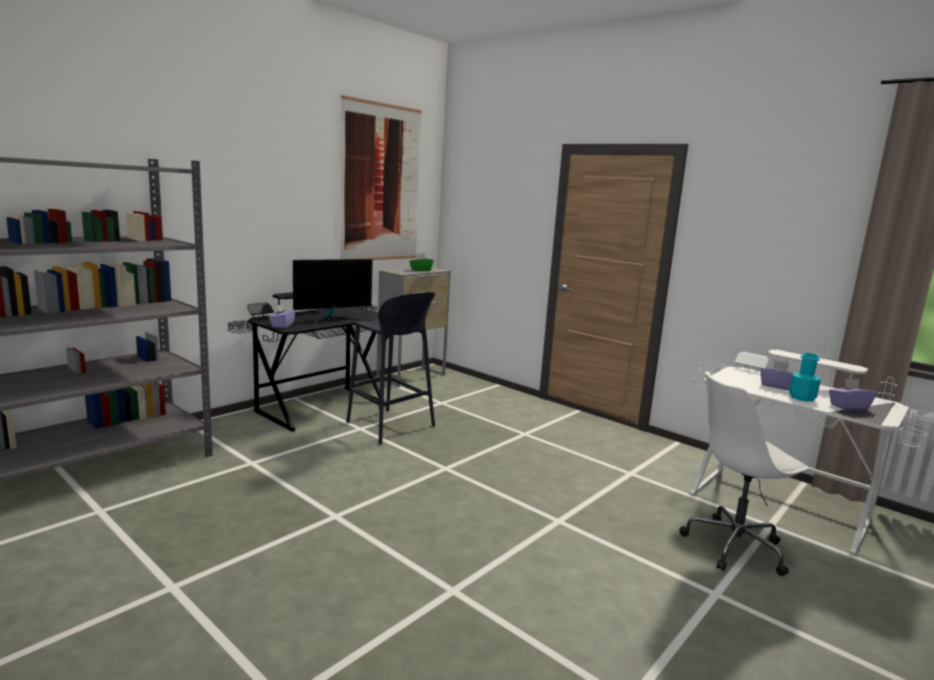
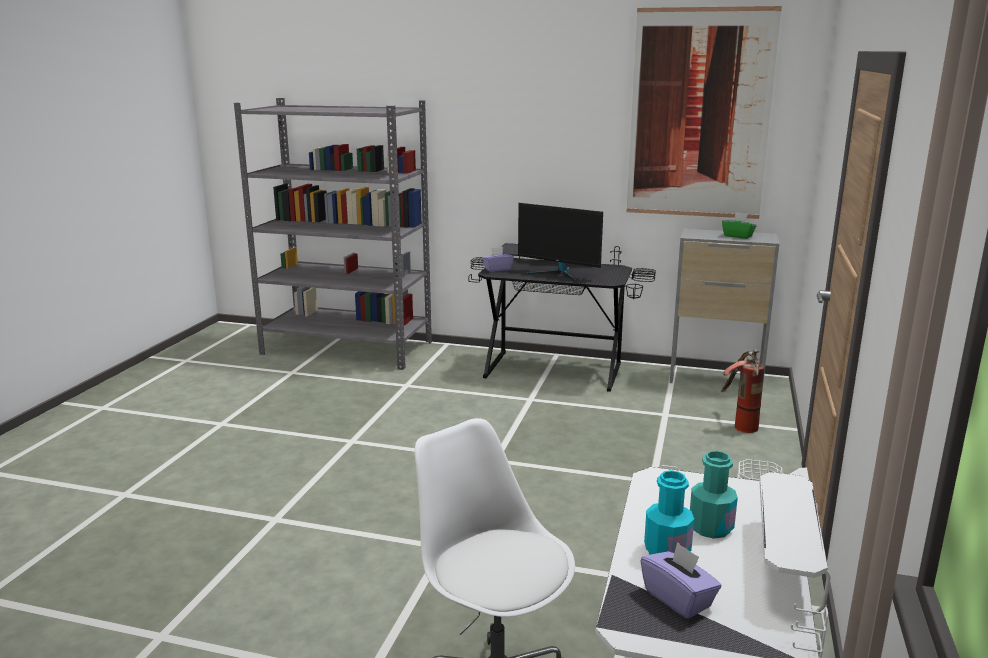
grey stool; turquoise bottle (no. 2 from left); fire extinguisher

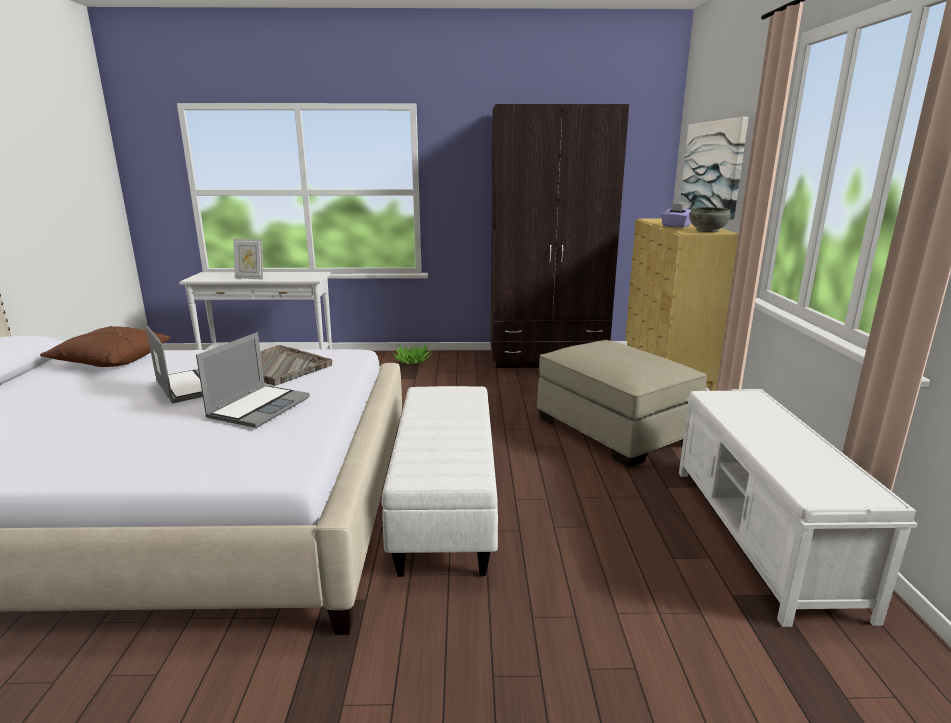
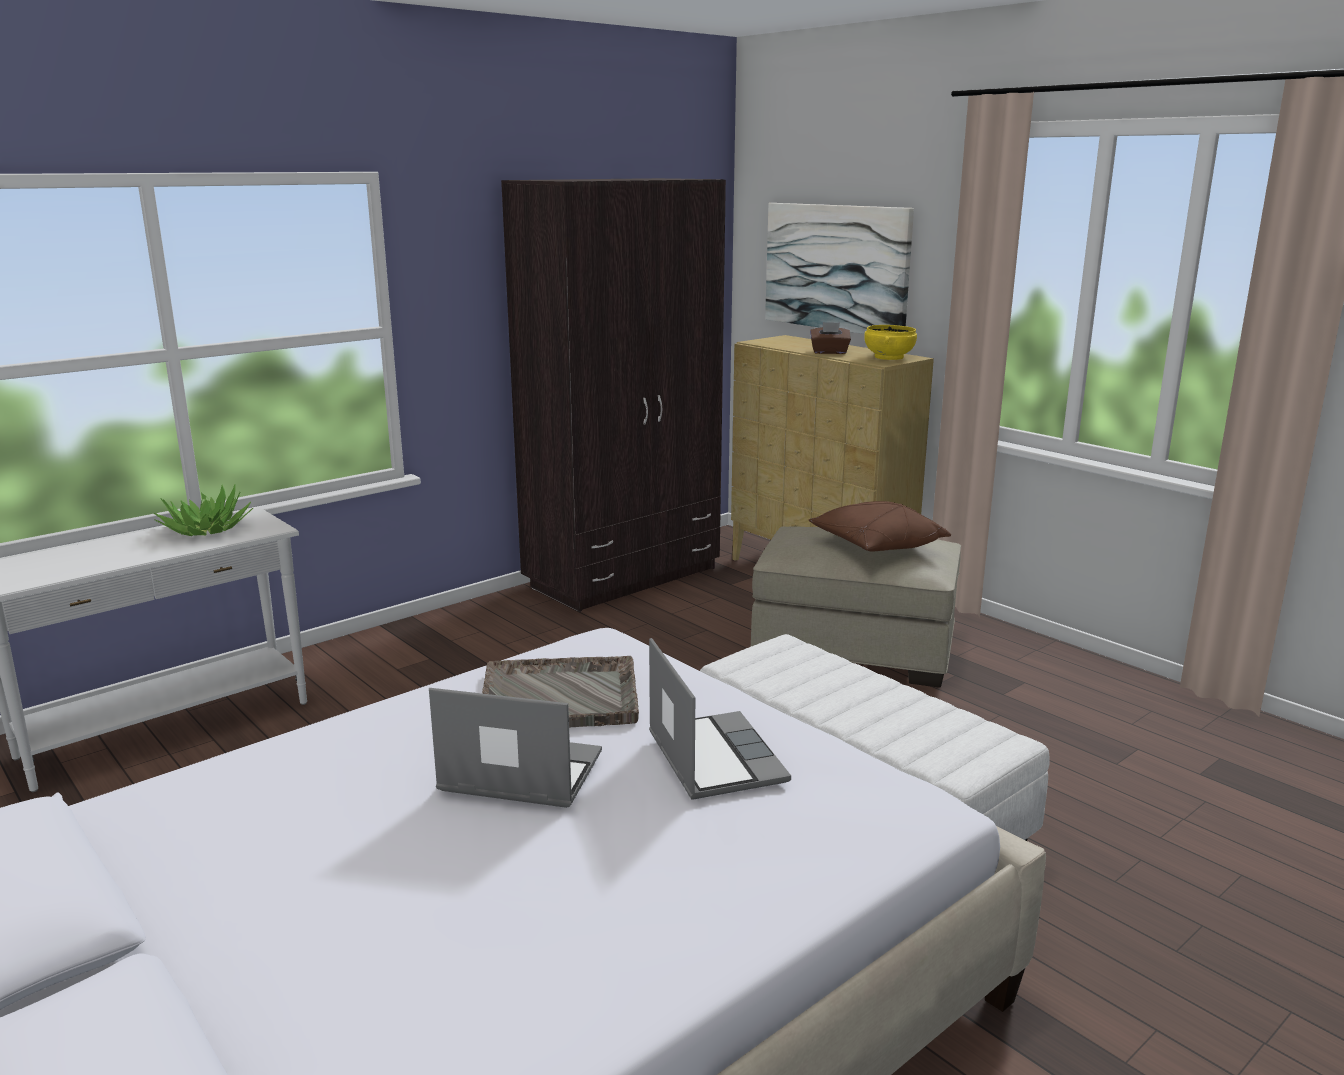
brown pillow; picture frame; potted plant; brown tissue box; white bench; yellow bowl

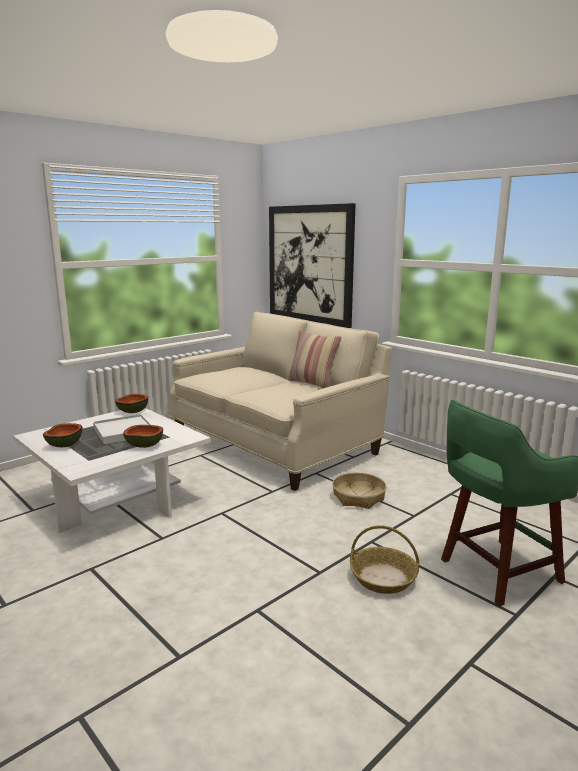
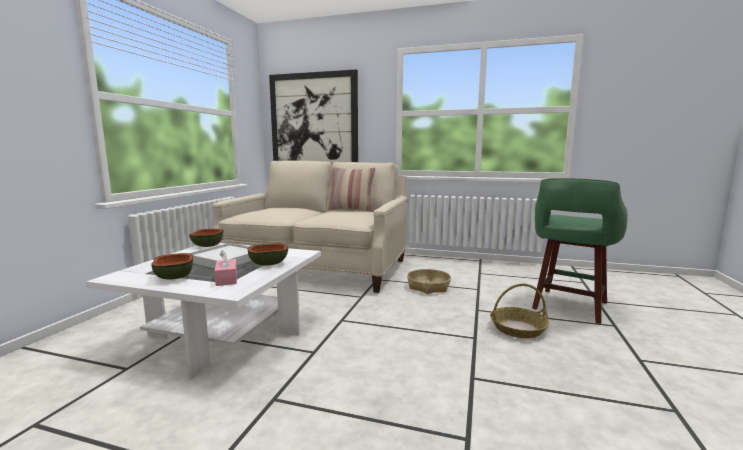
pink tissue box

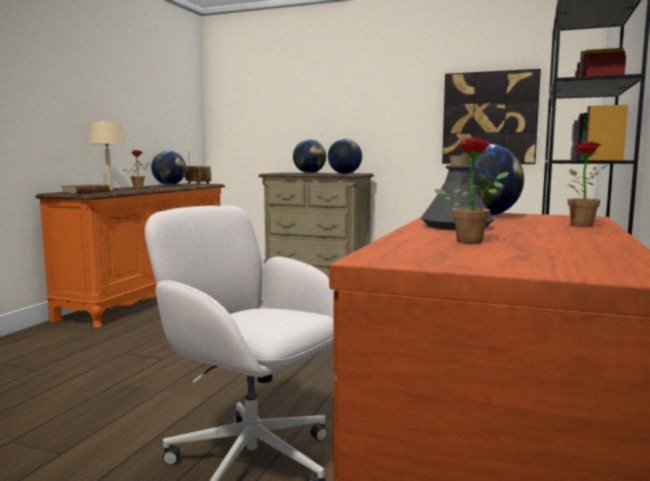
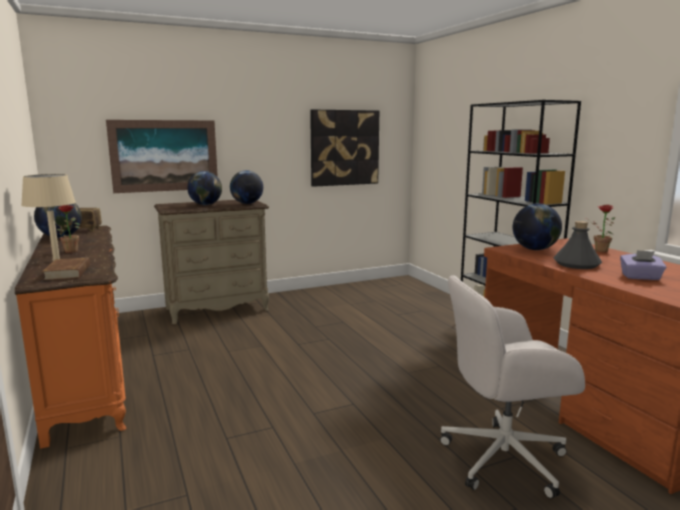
purple tissue box; picture (no. 1 from left)

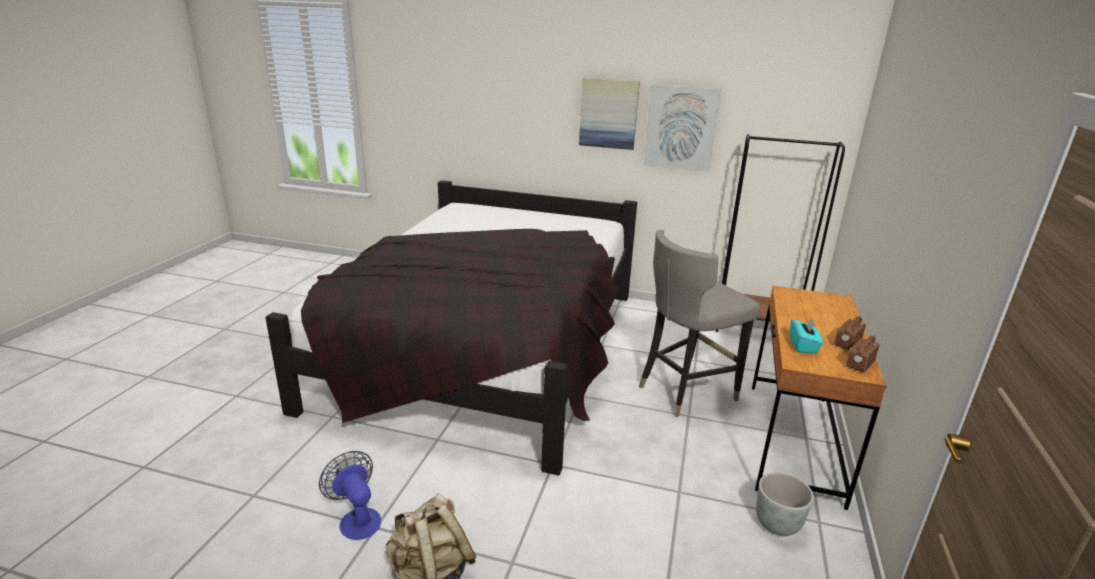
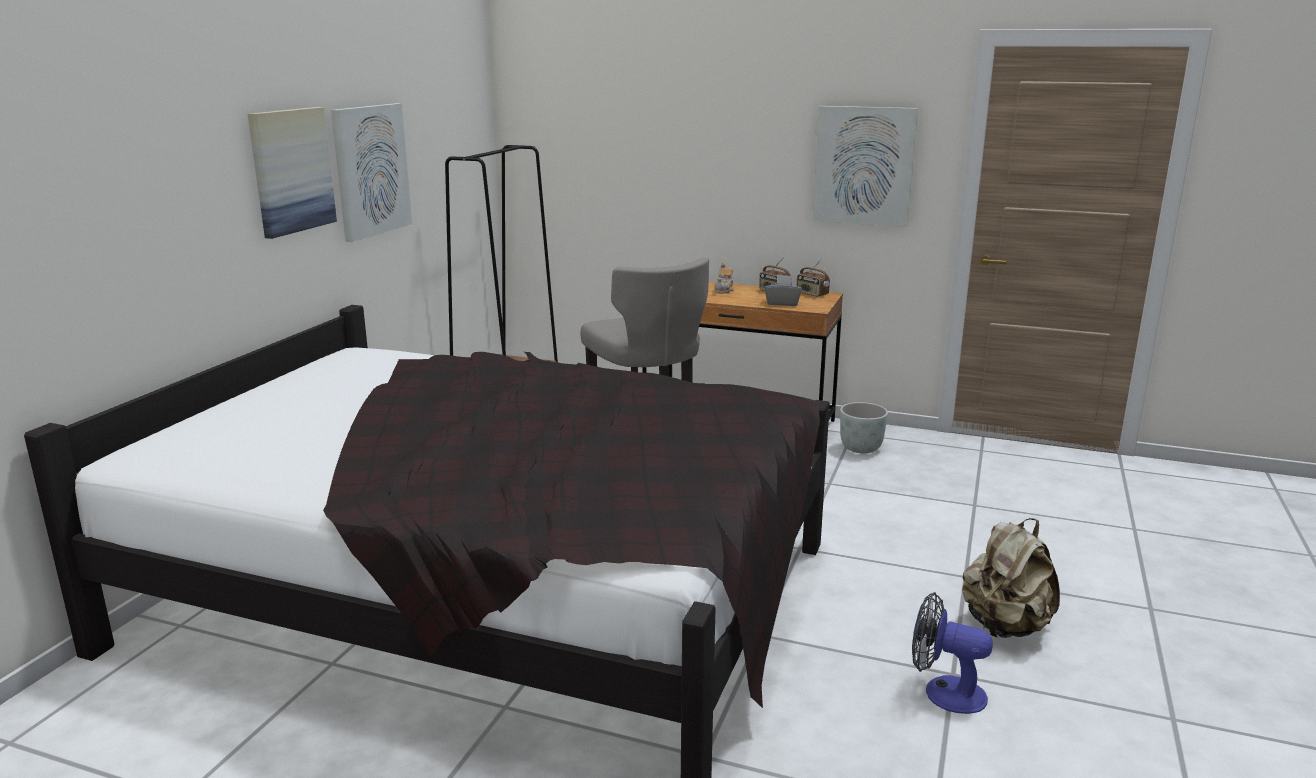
fan; grey tissue box; teapot; picture (no. 3 from left)

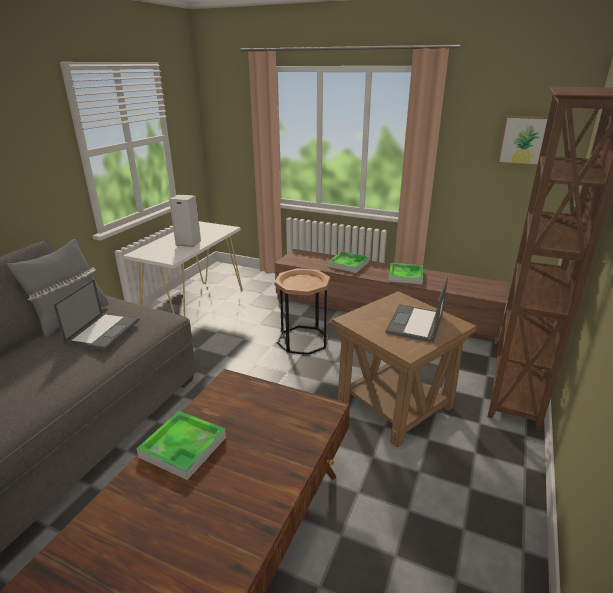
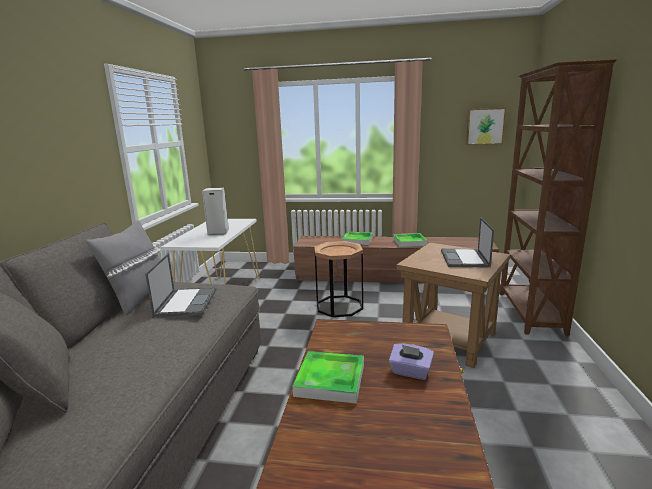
purple tissue box

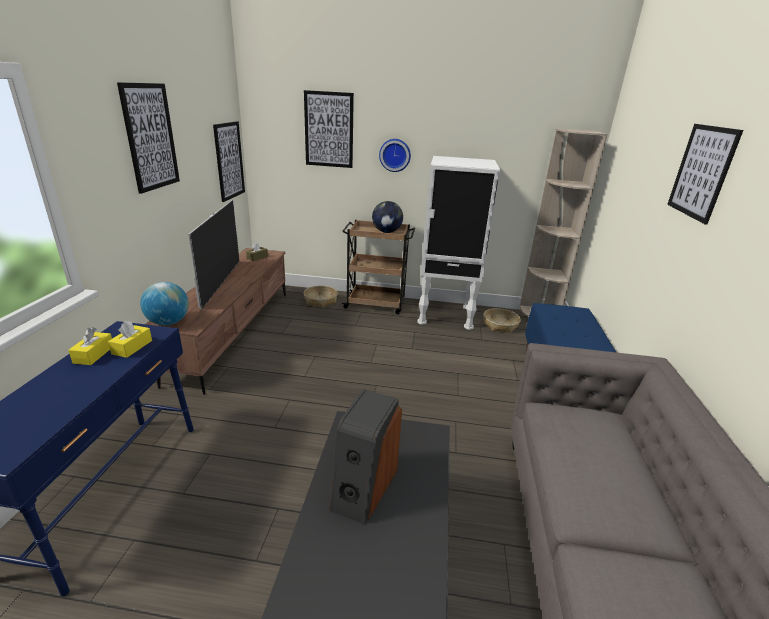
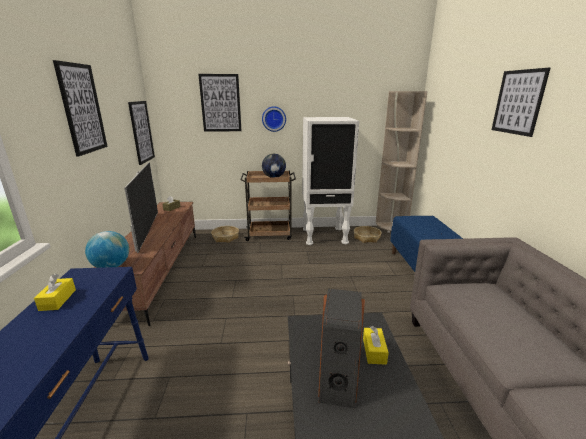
yellow tissue box (no. 2 from left)

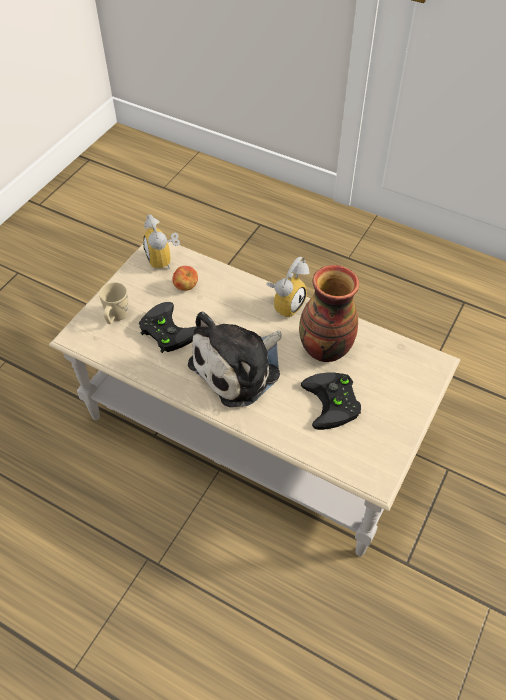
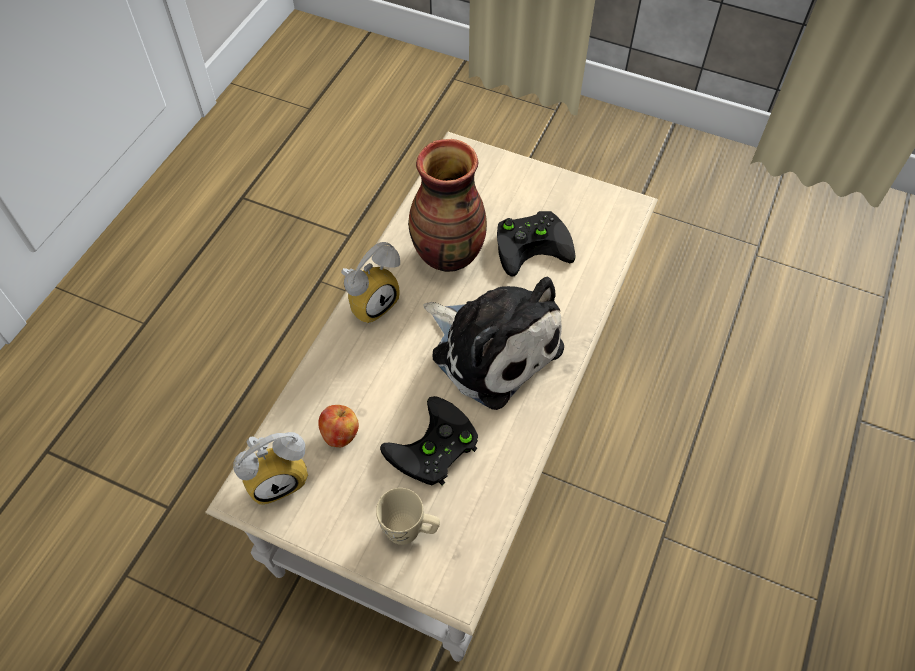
alarm clock (no. 2 from left)

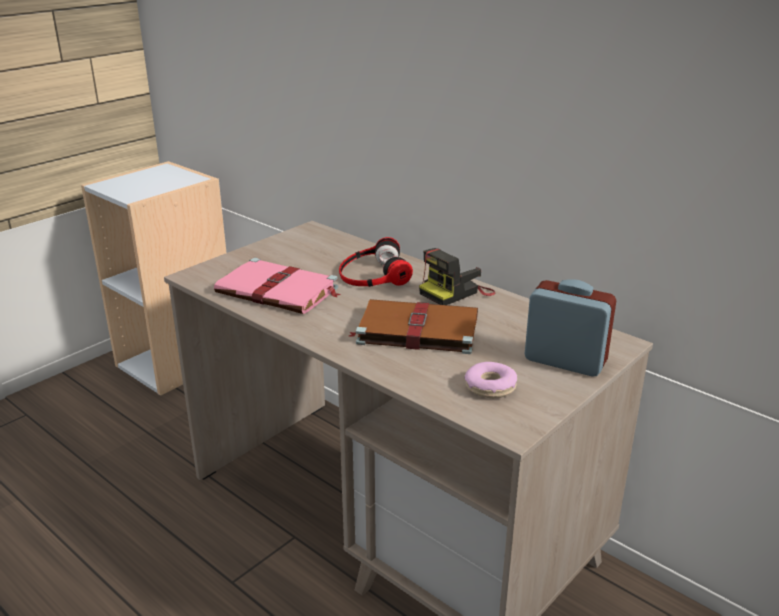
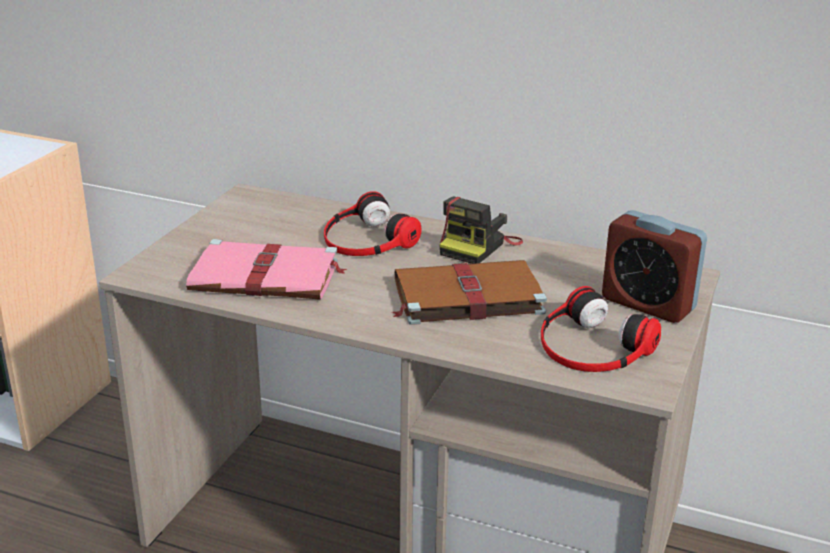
headphones (no. 2 from left); alarm clock

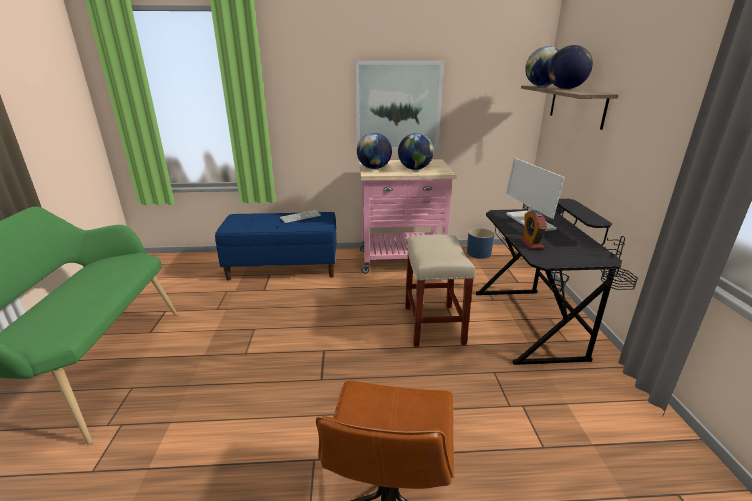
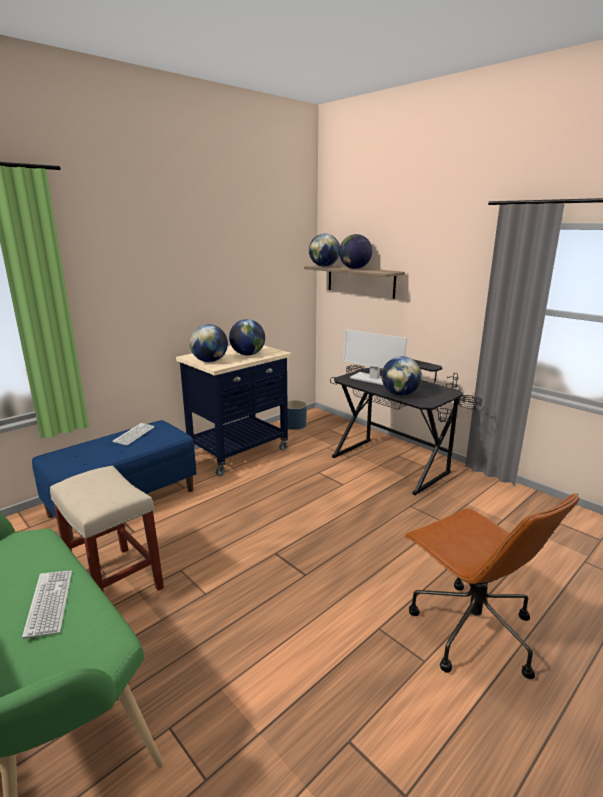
picture; blue cart; beige stool; globe (no. 5 from left); keyboard (no. 1 from left)

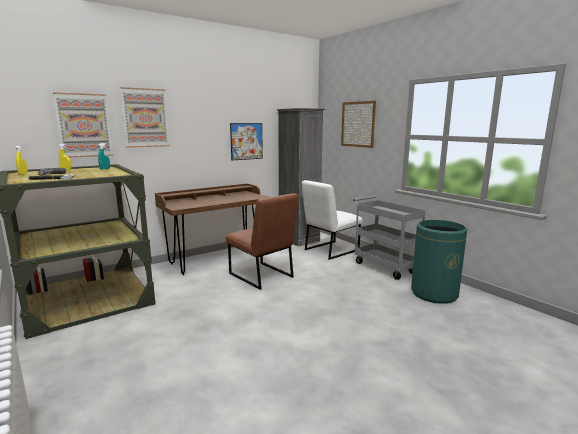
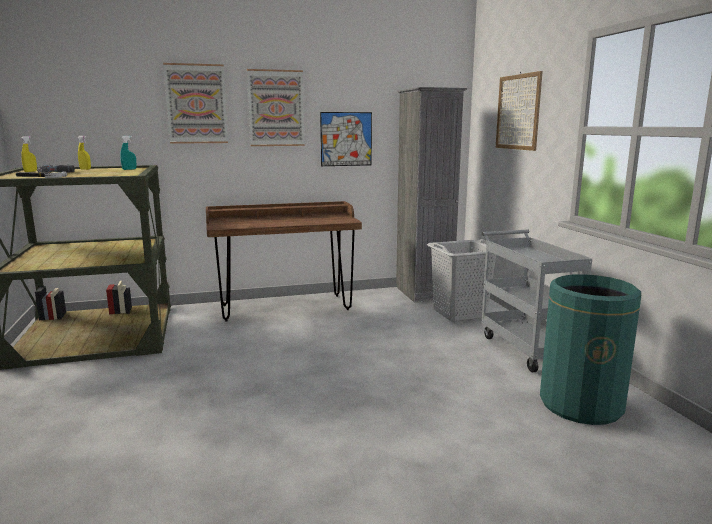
picture (no. 2 from left); brown chair; grey laundry basket

